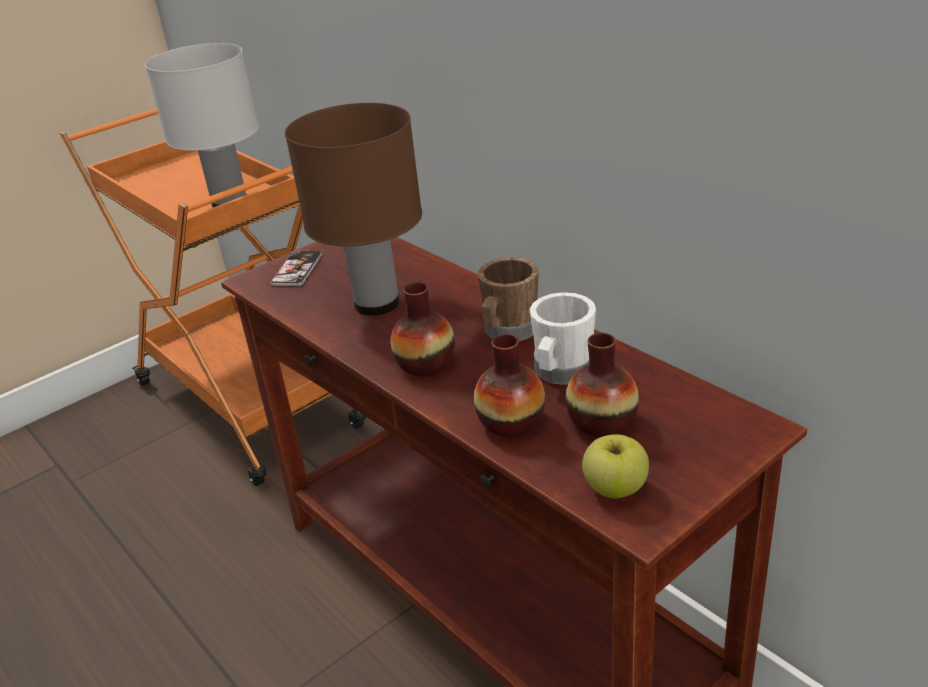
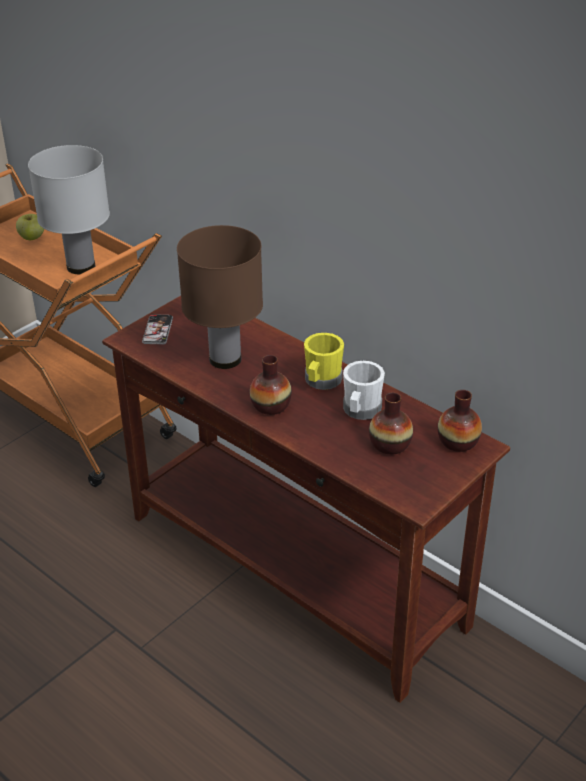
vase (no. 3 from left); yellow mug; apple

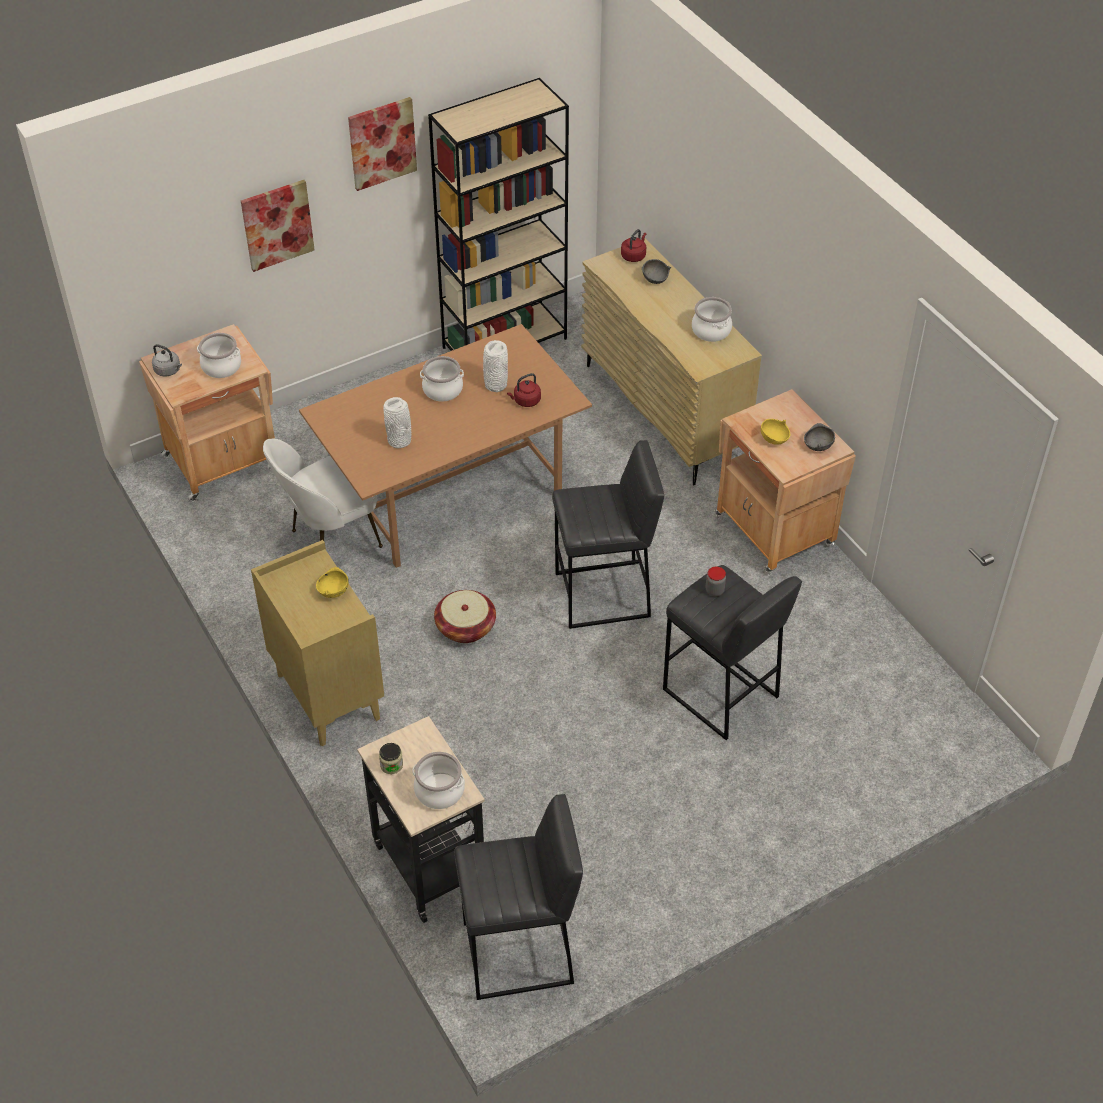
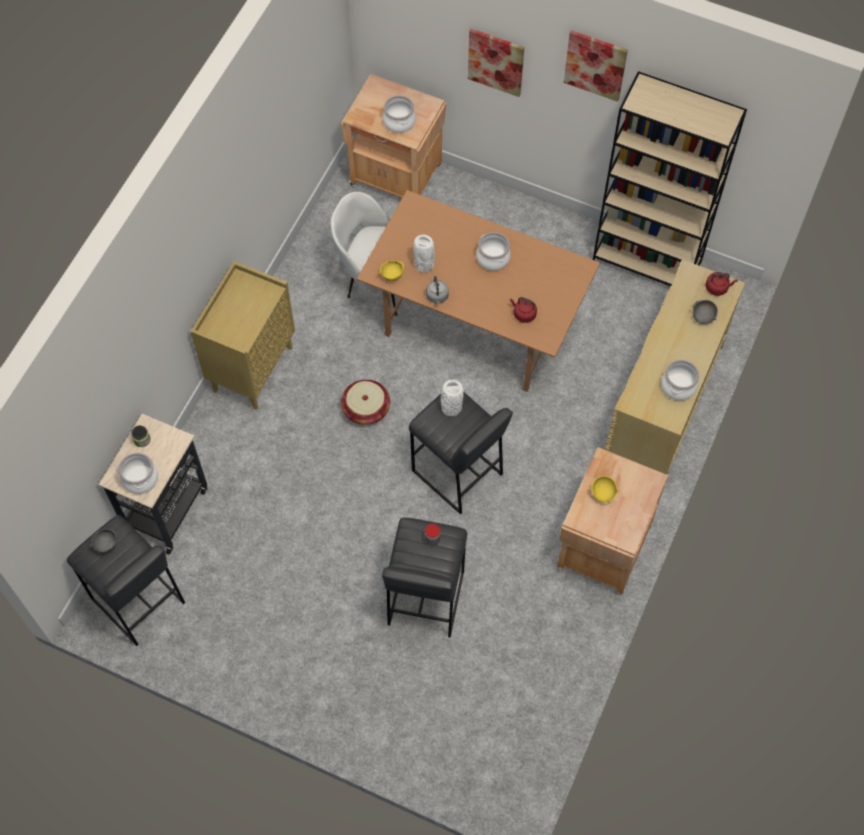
grey kettle; yellow bowl (no. 1 from left); white vase (no. 2 from left); grey bowl (no. 1 from left)

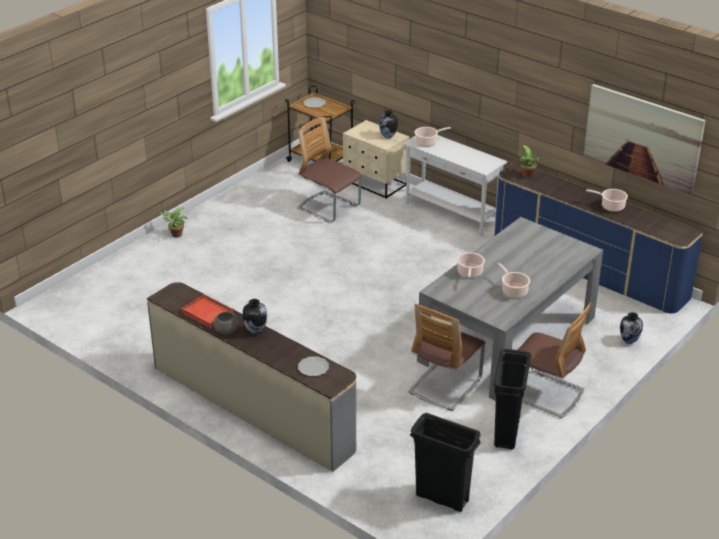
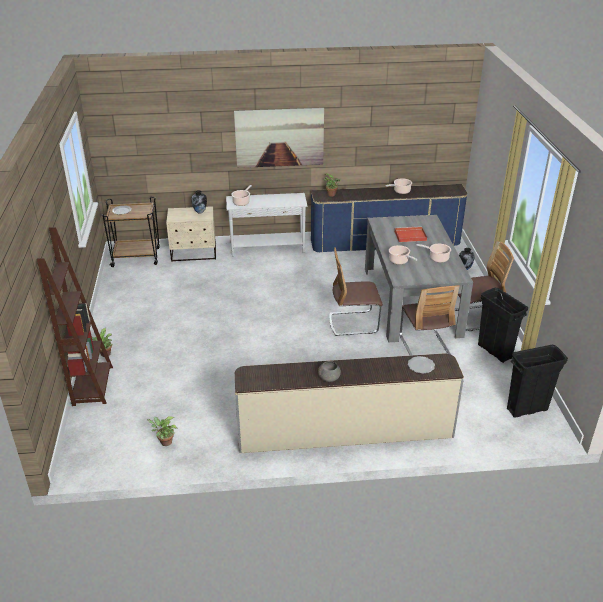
red tray; vase (no. 1 from left in the first image); chair (no. 1 from left); picture; brown bookcase; potted plant (no. 2 from left)

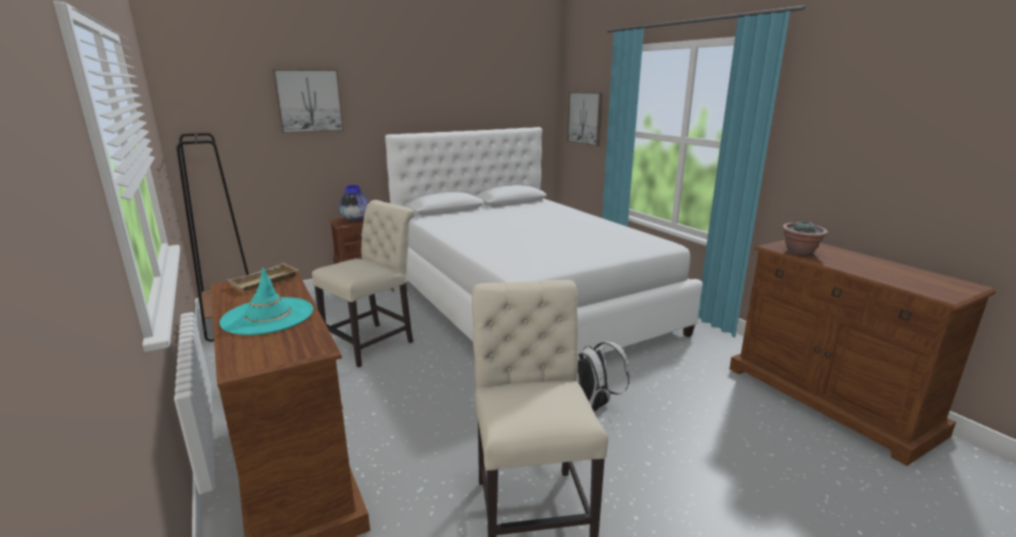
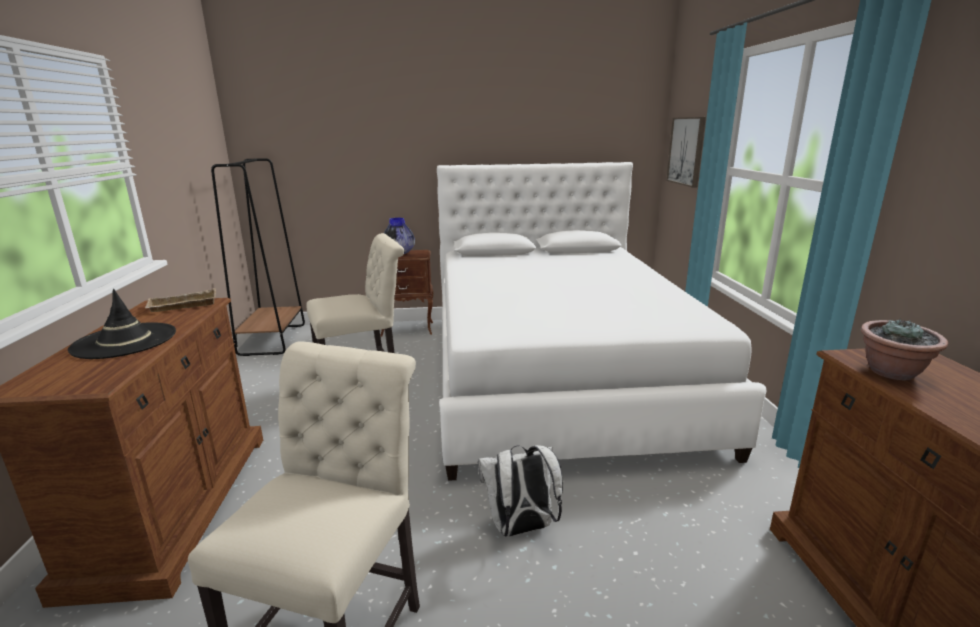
black hat; picture (no. 1 from left in the first image)

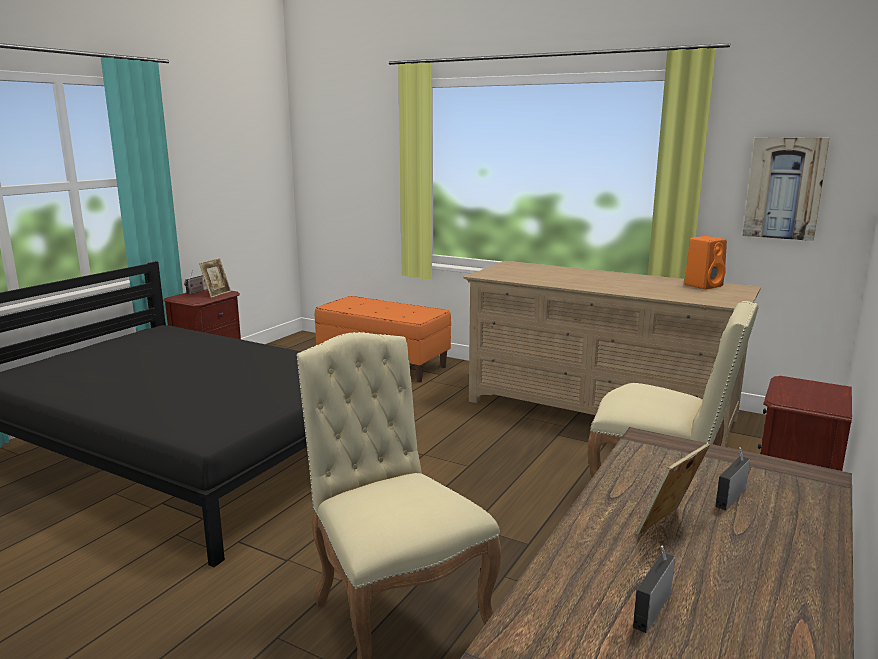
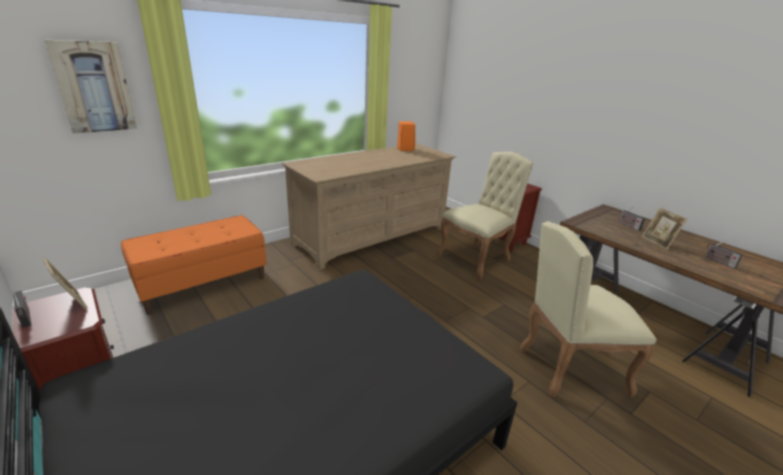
picture

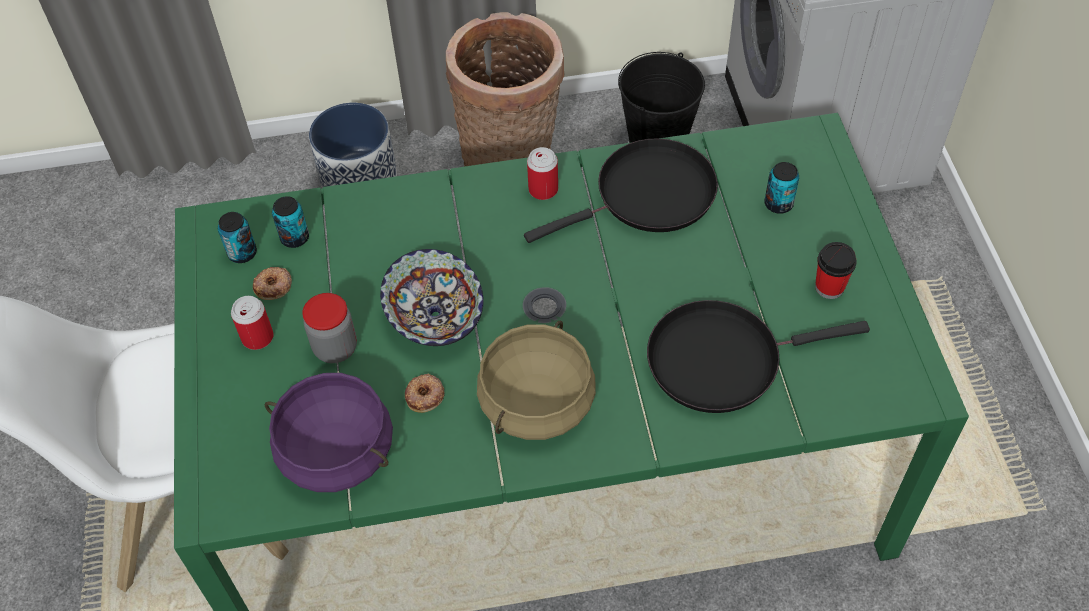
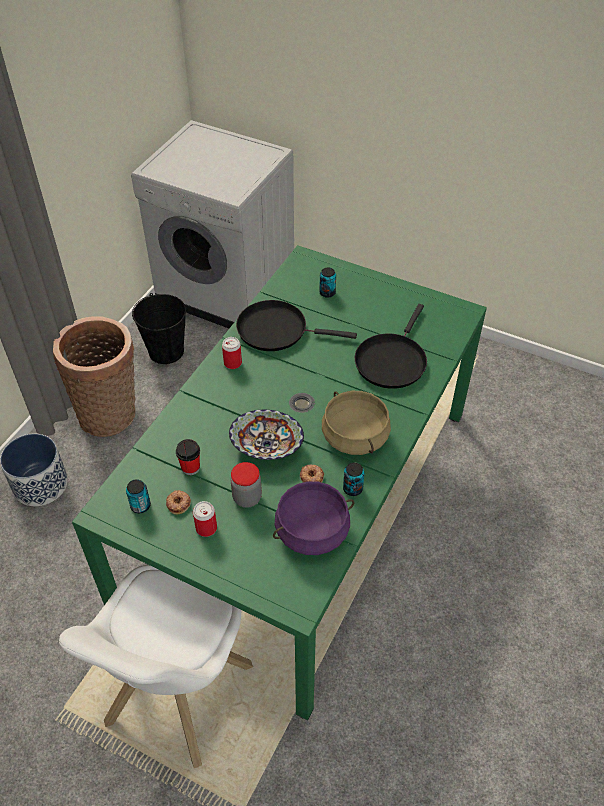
can (no. 5 from left); black frying pan (no. 1 from left); cup

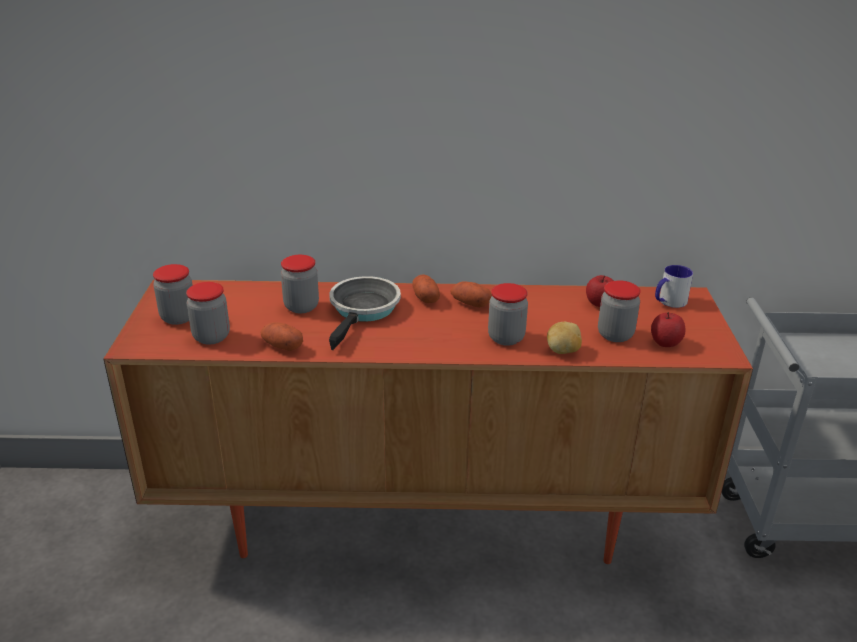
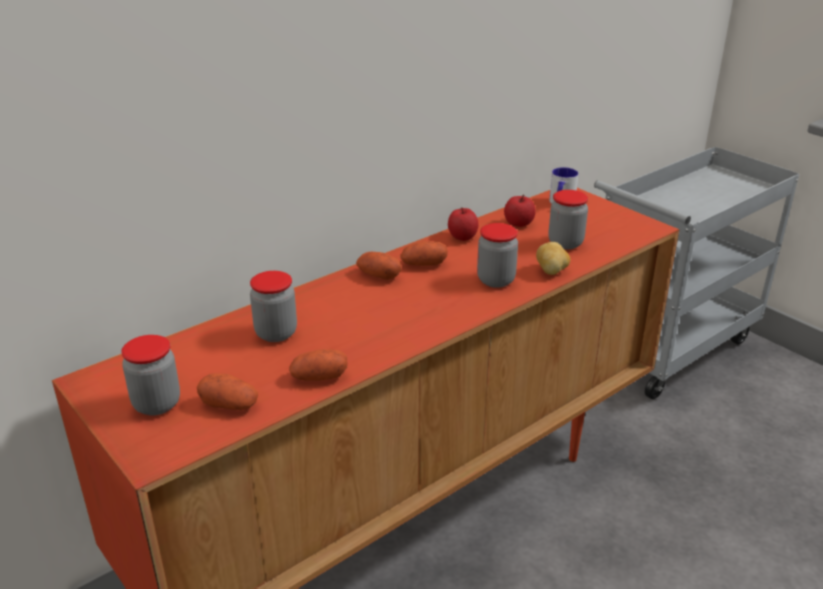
potato (no. 1 from left); frying pan; apple (no. 1 from left)

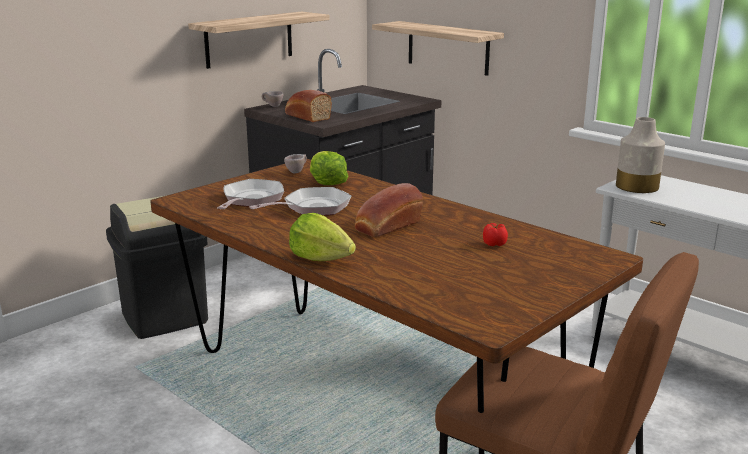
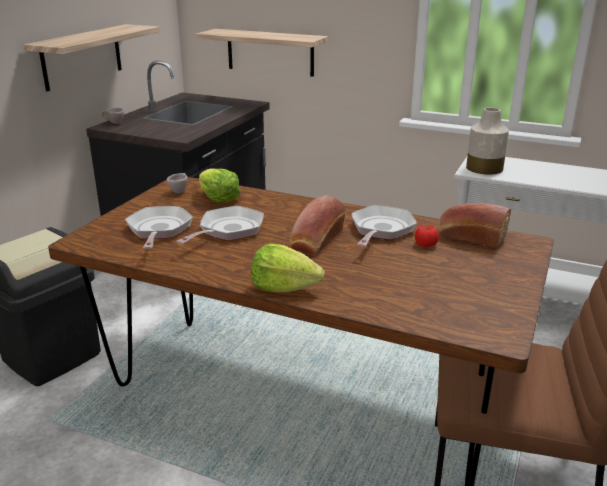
bread (no. 2 from left); frying pan (no. 3 from left)

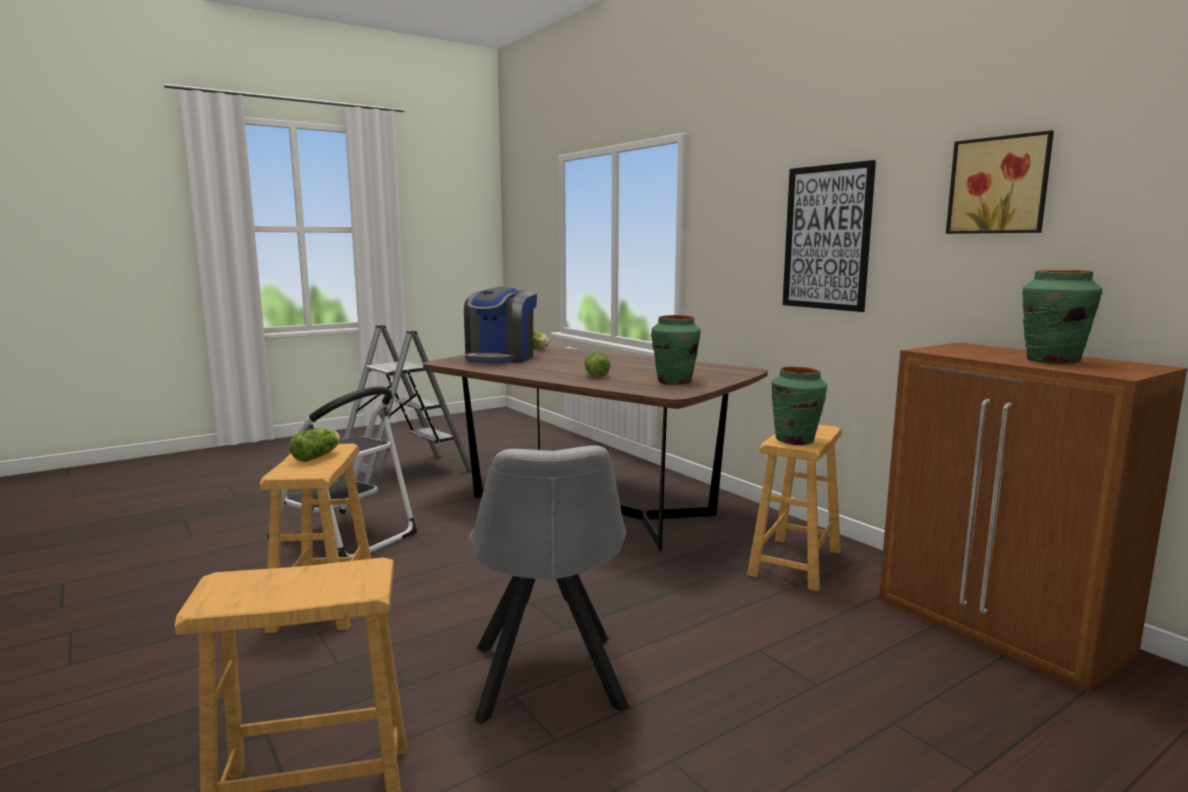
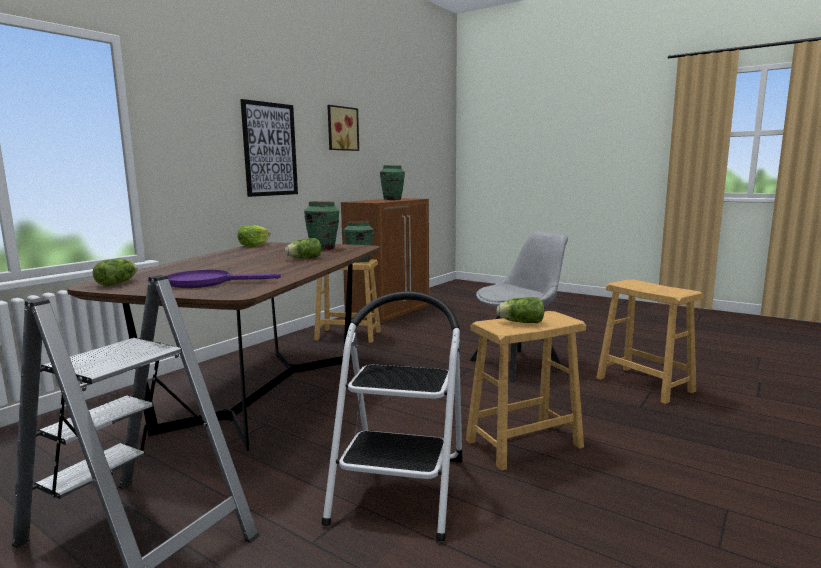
purple frying pan; lettuce (no. 2 from left)

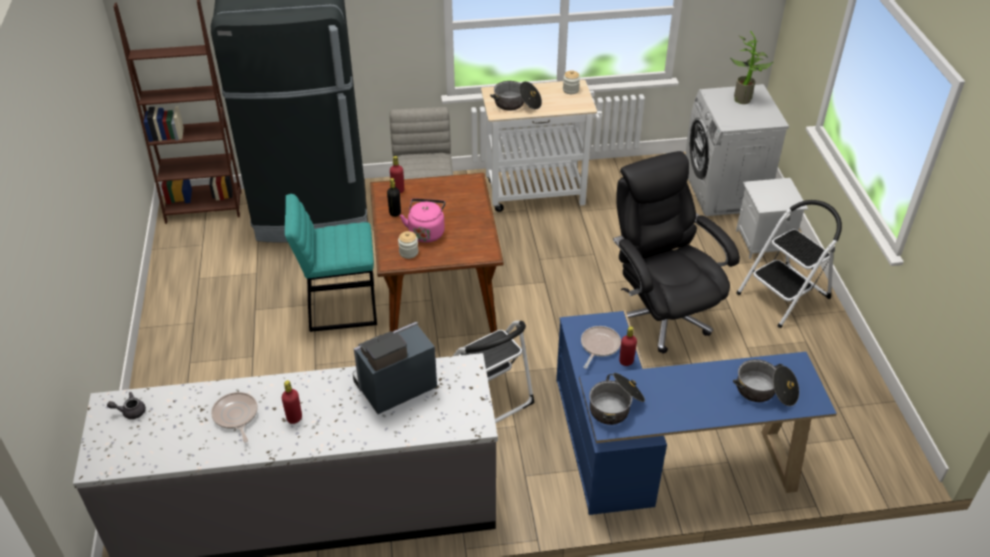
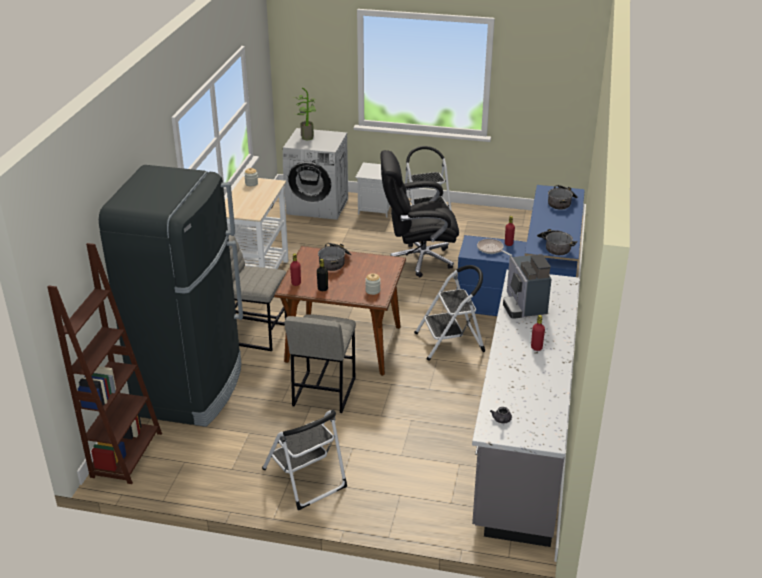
frying pan (no. 1 from left in the first image); grey chair (no. 2 from left); pink kettle; cooking pot (no. 1 from left); step ladder (no. 1 from left)

